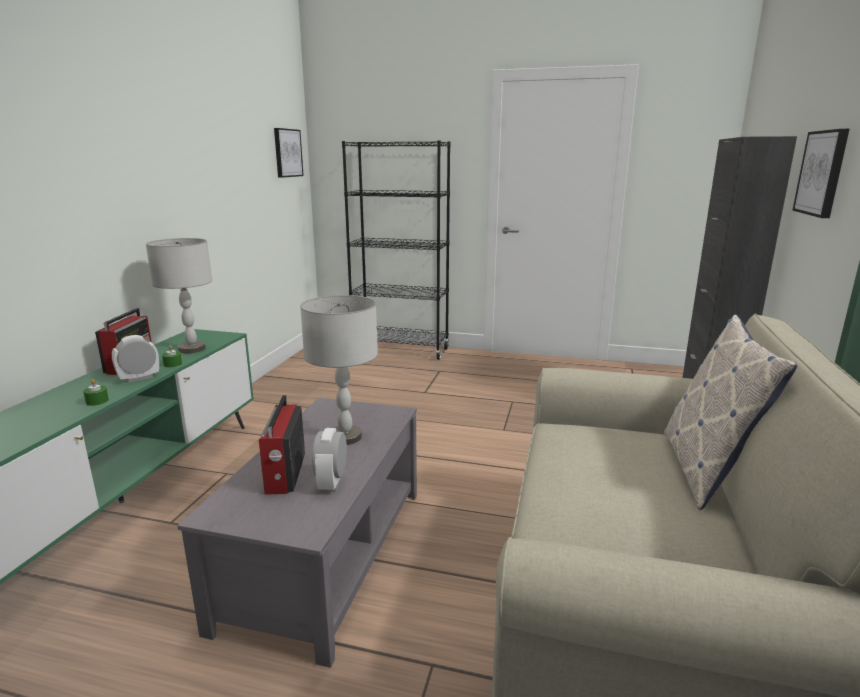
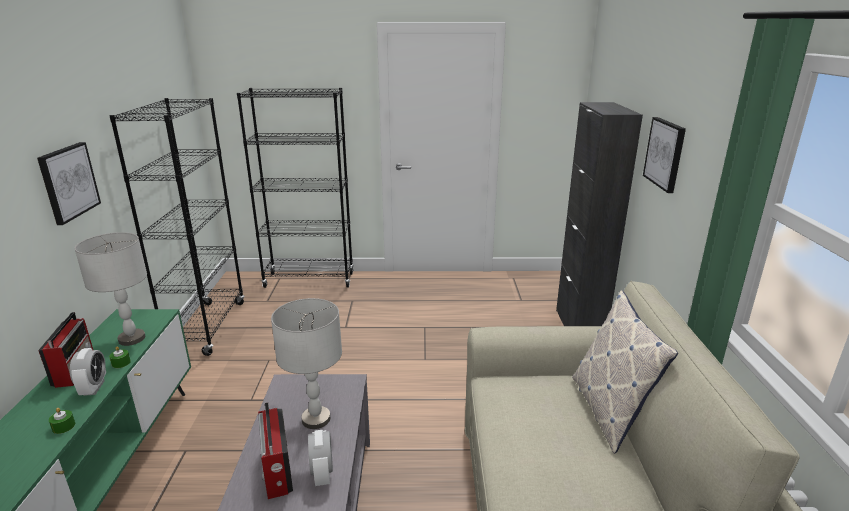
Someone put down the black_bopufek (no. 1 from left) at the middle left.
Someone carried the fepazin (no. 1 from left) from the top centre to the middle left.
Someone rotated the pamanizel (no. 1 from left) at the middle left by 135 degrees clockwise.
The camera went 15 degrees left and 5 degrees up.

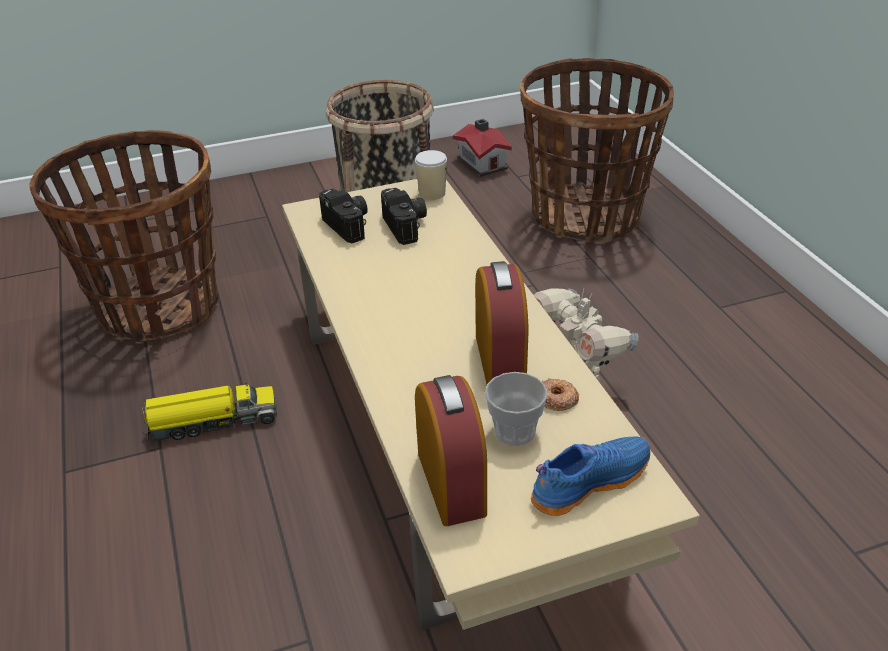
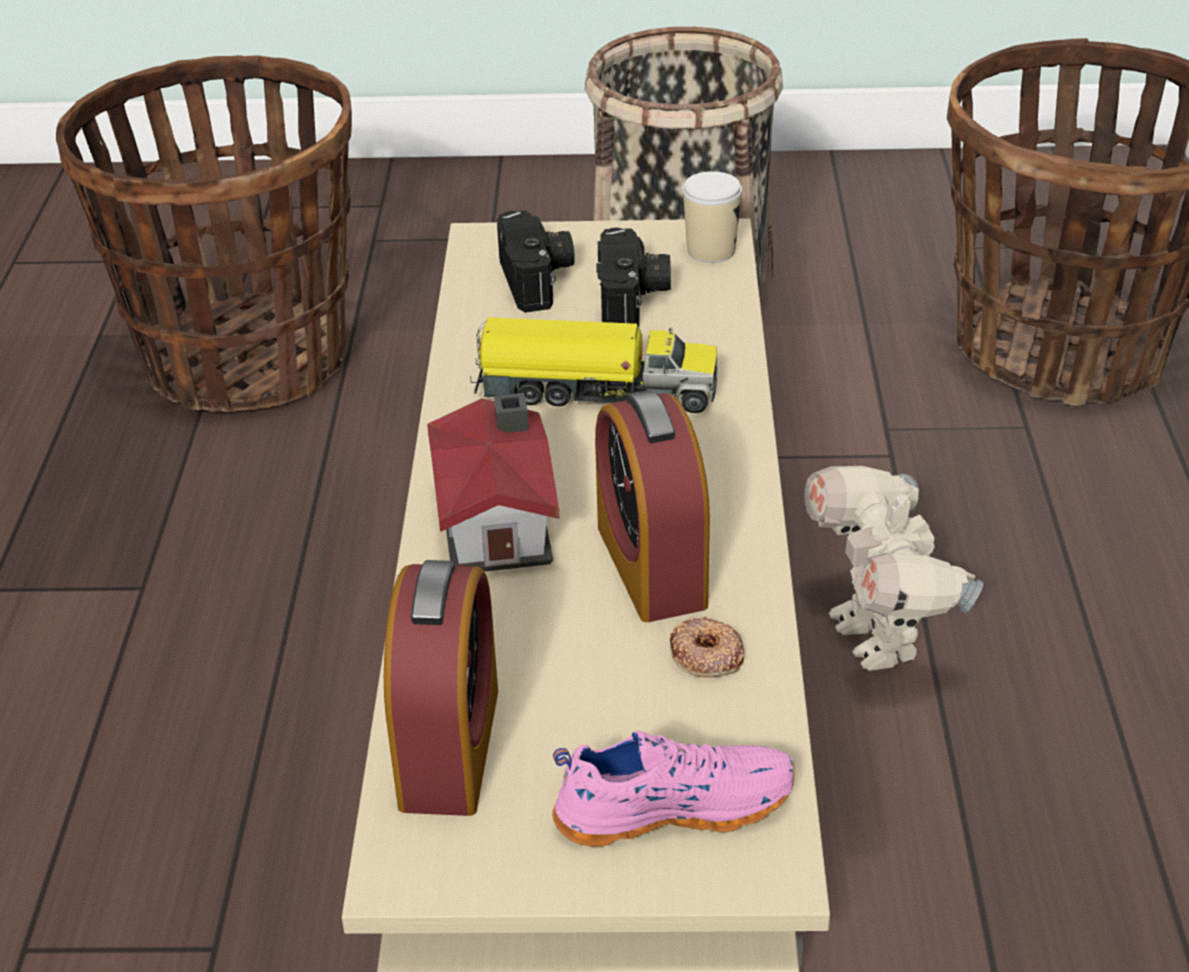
Someone took away the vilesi (no. 2 from left) at the centre.
Someone carried the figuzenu from the middle left to the centre.
Someone carried the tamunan from the top centre to the centre.
Someone repainted the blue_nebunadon at the bottom centre, which became the pink_nebunadon at the bottom centre.
Someone rotated the pamanizel (no. 2 from left) at the centre by 150 degrees clockwise.
The camera went 20 degrees right and 0 degrees up.

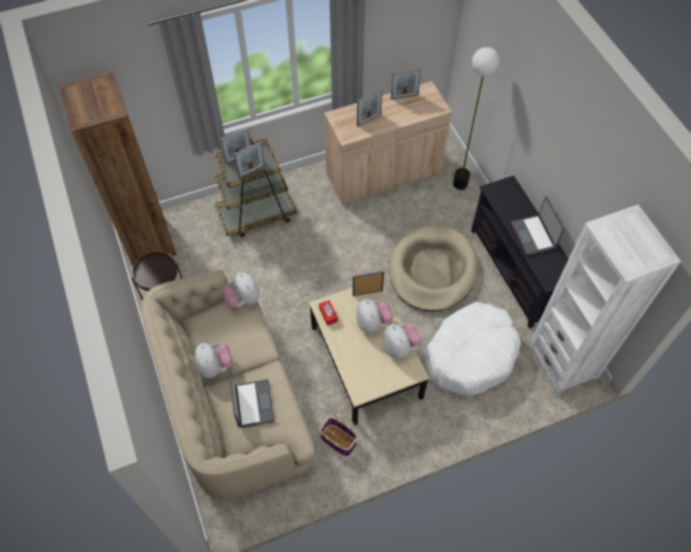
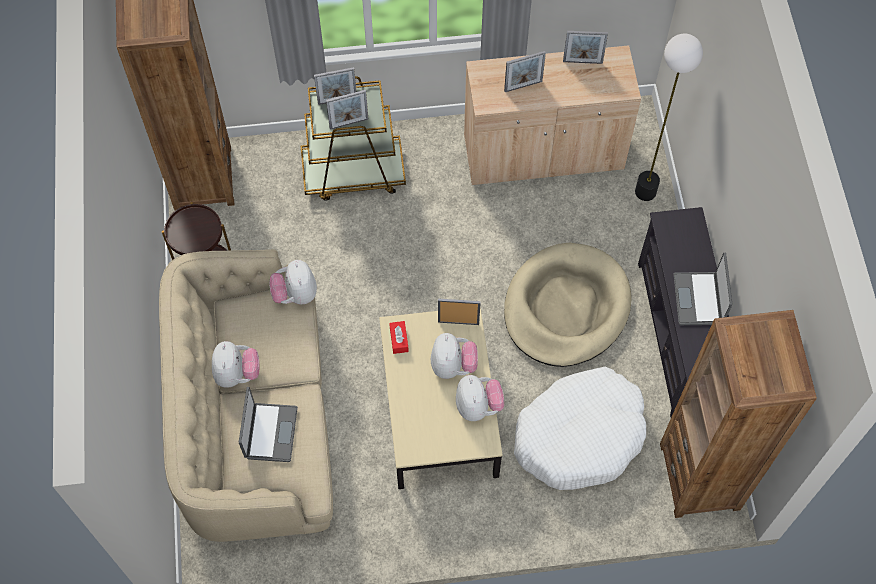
Someone took away the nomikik at the bottom centre.
Someone repainted the white_bopufek at the middle right, which became the brown_bopufek (no. 2 from left) at the bottom right.
The camera went 15 degrees right and 5 degrees up.

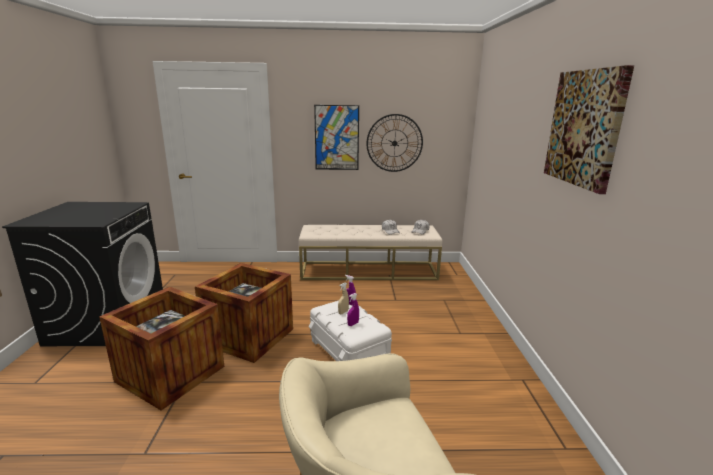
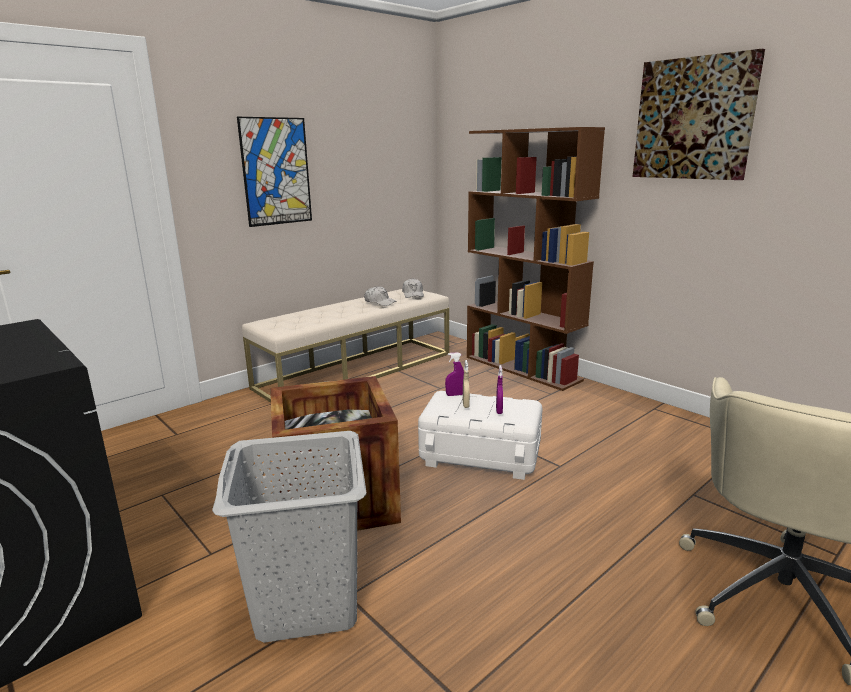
Someone took away the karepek at the top centre.
Someone put down the brown_bopufek at the centre.
Someone swapped the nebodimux (no. 1 from left) at the bottom left for the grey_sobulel at the bottom centre.
The camera went 40 degrees left and 0 degrees up.

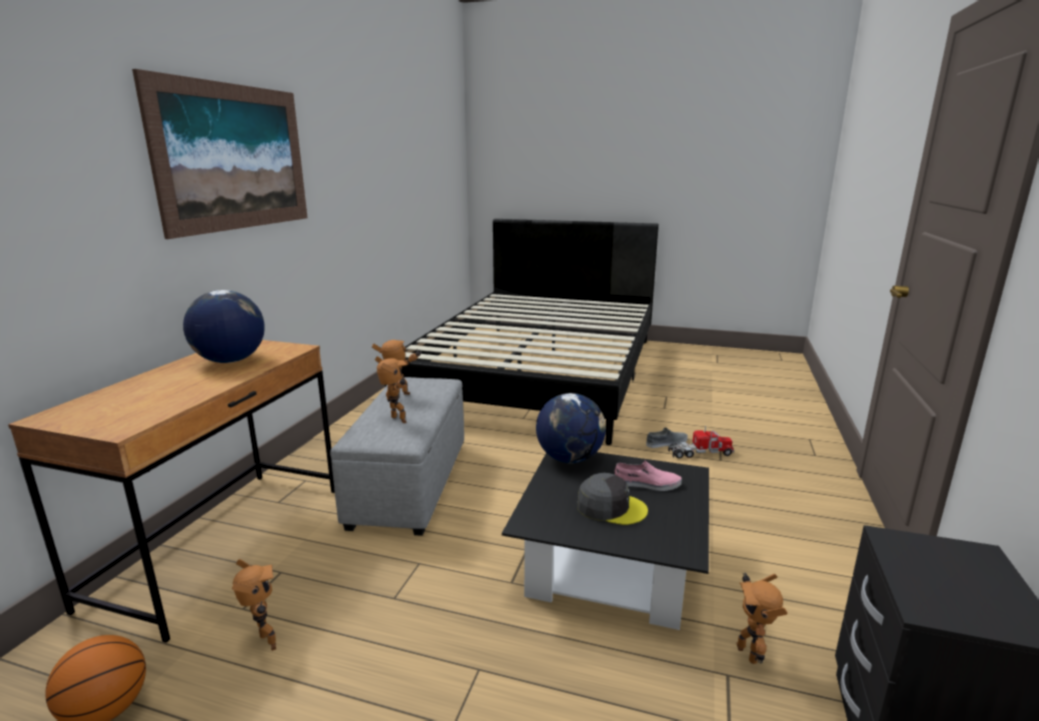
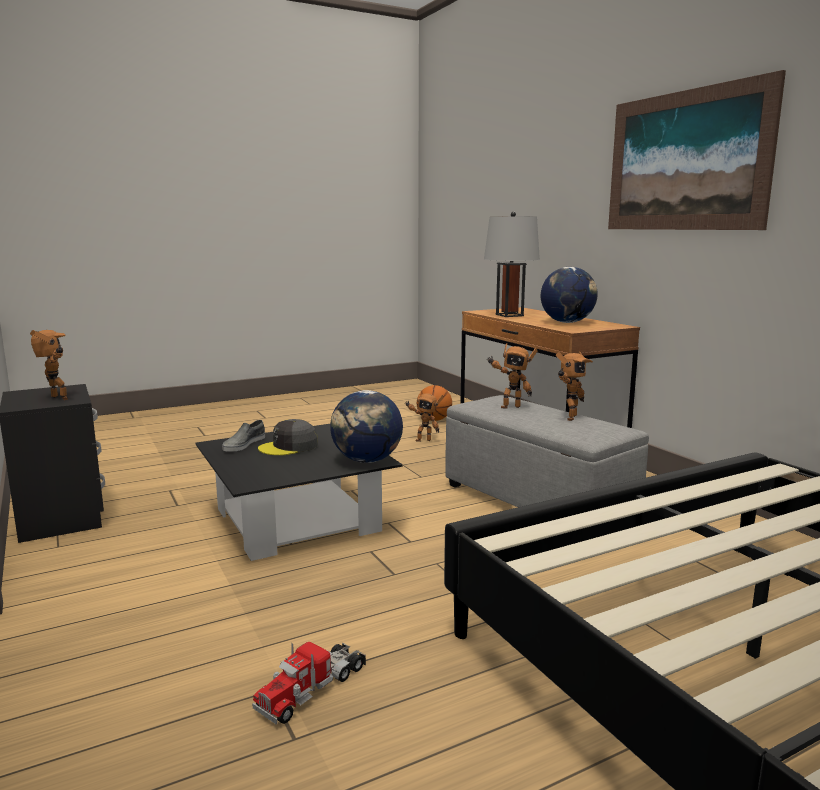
Someone took away the pink_nebunadon at the centre.
Someone put down the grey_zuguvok at the centre.
Someone carried the grey_nebunadon from the centre to the middle left.
Someone carried the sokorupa (no. 4 from left in the first image) from the bottom right to the middle left.
The camera went 135 degrees right and 5 degrees down.

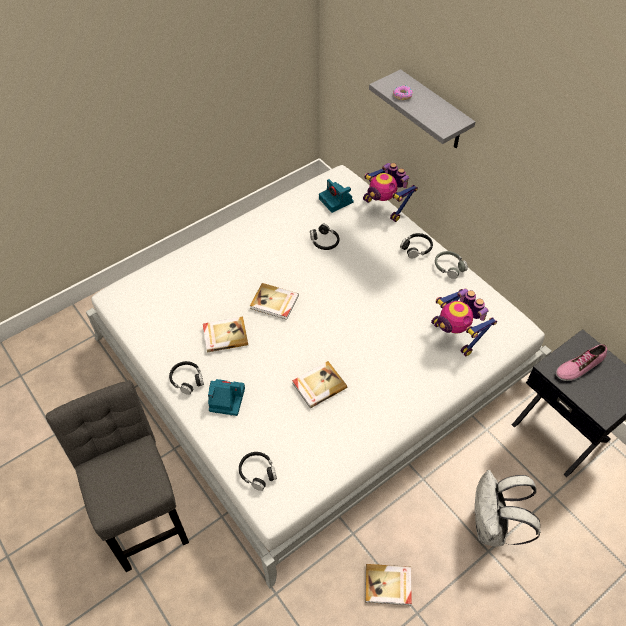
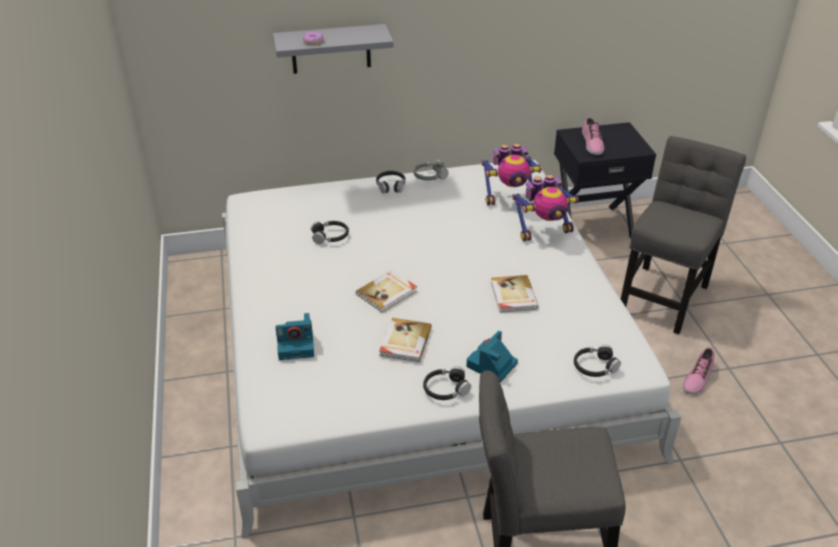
Someone carried the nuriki (no. 2 from left in the first image) from the top centre to the centre.
Someone carried the sokorupa (no. 1 from left in the first image) from the top centre to the centre.
Someone swapped the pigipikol (no. 4 from left) at the bottom centre for the nebunadon (no. 2 from left) at the bottom right.
Someone swapped the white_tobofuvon at the bottom right for the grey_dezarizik (no. 2 from left) at the middle right.
The camera went 65 degrees left and 15 degrees down.

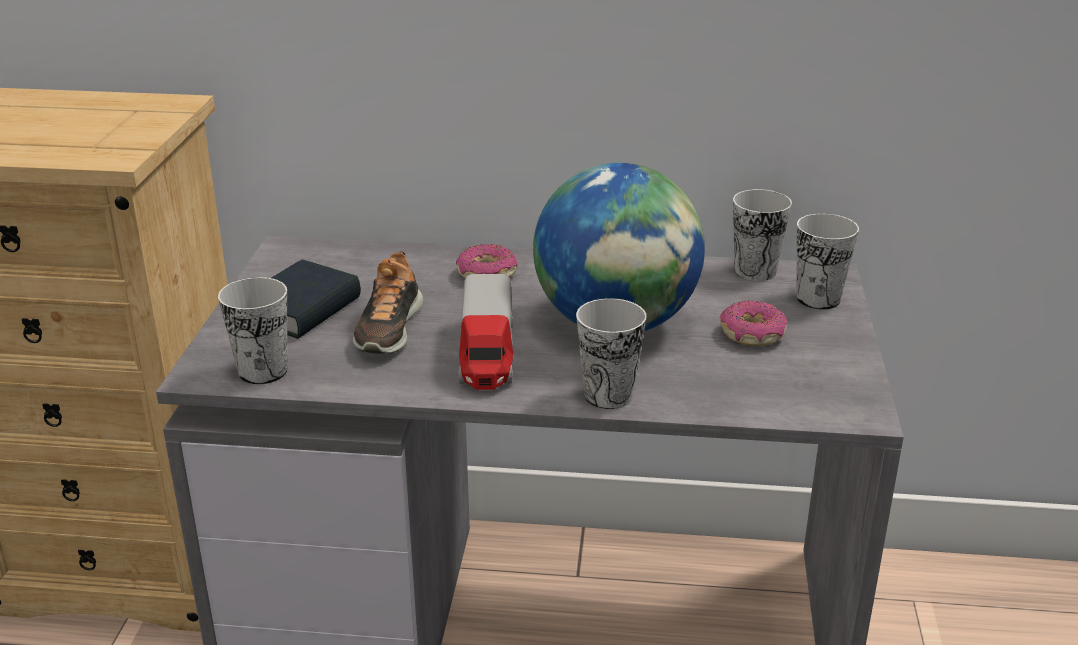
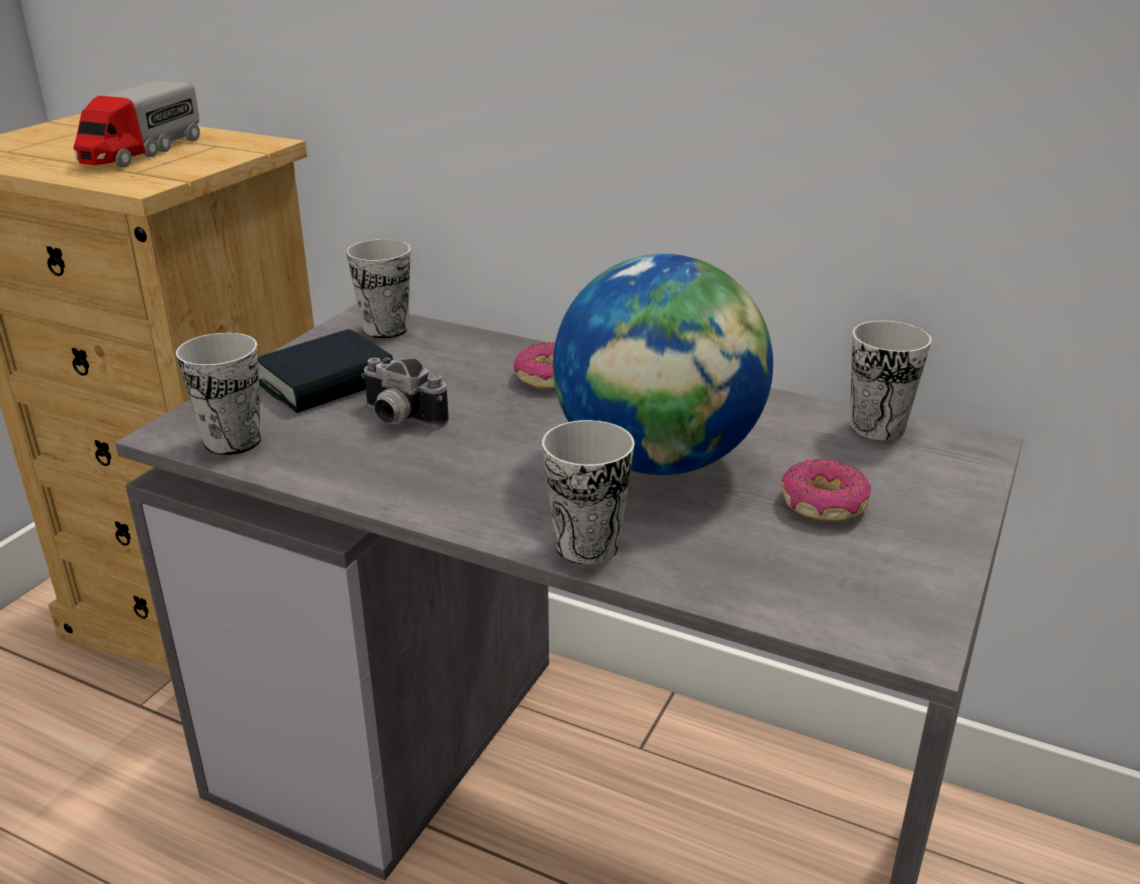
Someone carried the figuzenu from the centre to the top left.
Someone carried the vilesi (no. 4 from left in the first image) from the middle right to the top left.
Someone swapped the nebunadon at the centre for the nuriki at the centre.
The camera went 20 degrees right and 0 degrees up.

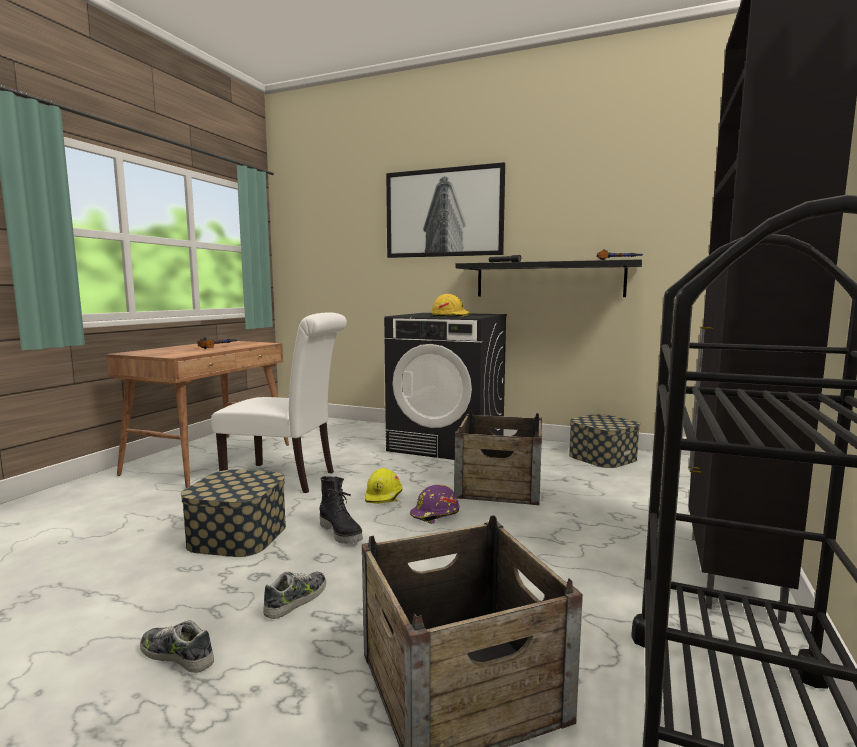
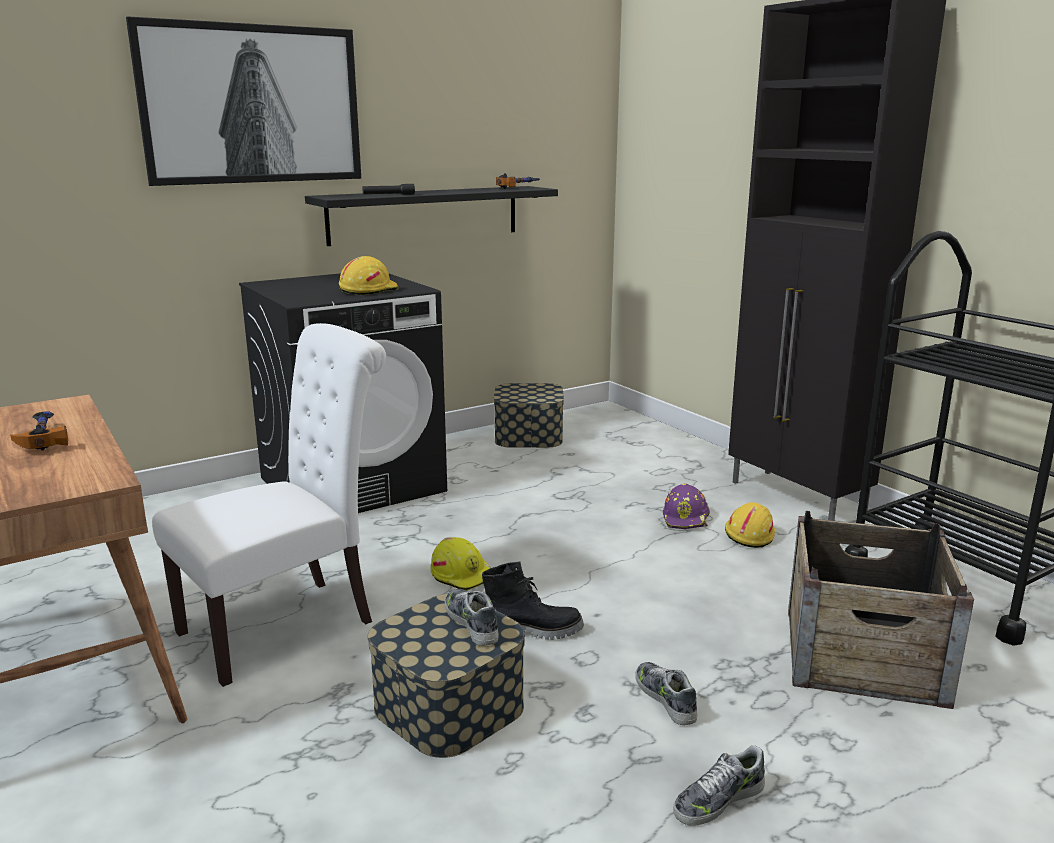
Someone took away the nebodimux (no. 2 from left) at the centre.
Someone put down the nebunadon (no. 1 from left) at the bottom centre.
Someone put down the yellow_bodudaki (no. 3 from left) at the middle right.
Someone carried the purple_bodudaki from the bottom centre to the centre.
The camera went 55 degrees left and 10 degrees up.

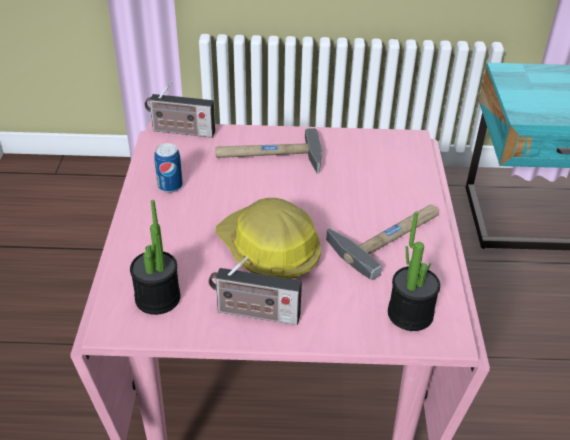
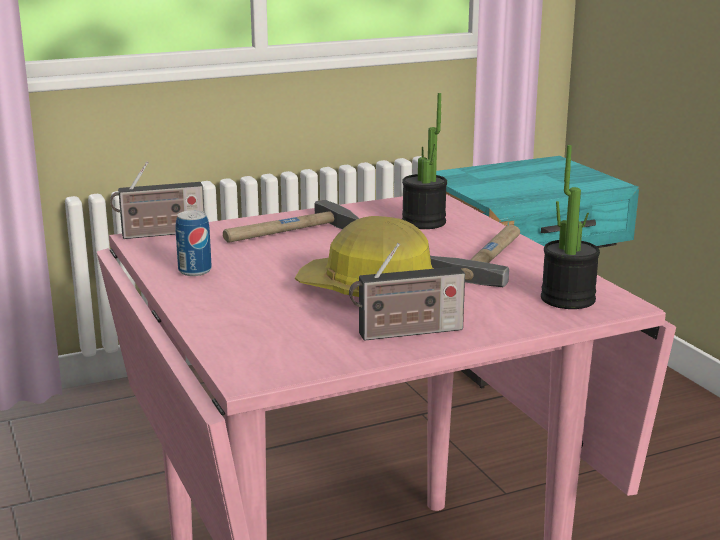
Someone carried the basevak (no. 1 from left) from the middle left to the top centre.
The camera went 25 degrees left and 20 degrees down.

